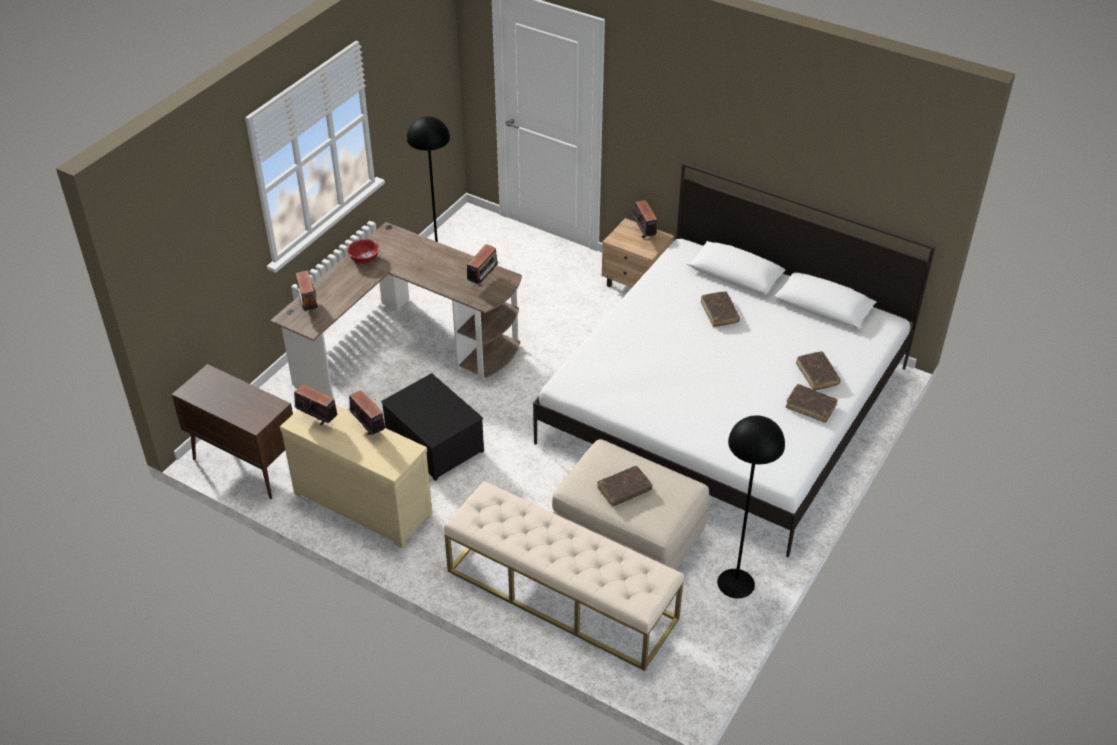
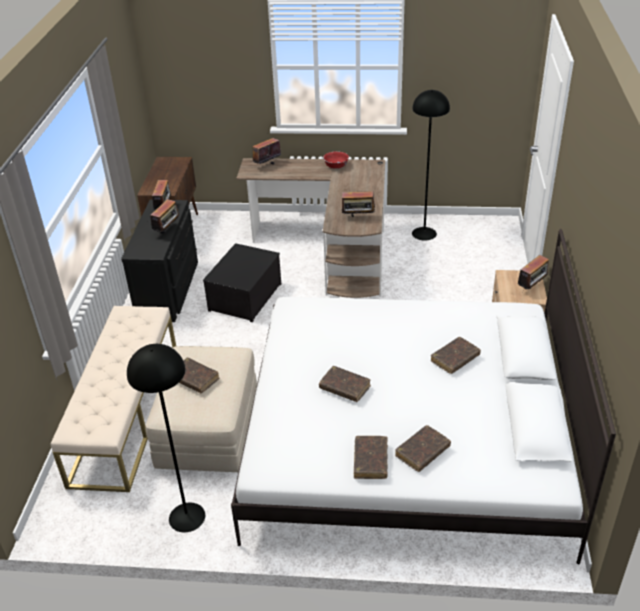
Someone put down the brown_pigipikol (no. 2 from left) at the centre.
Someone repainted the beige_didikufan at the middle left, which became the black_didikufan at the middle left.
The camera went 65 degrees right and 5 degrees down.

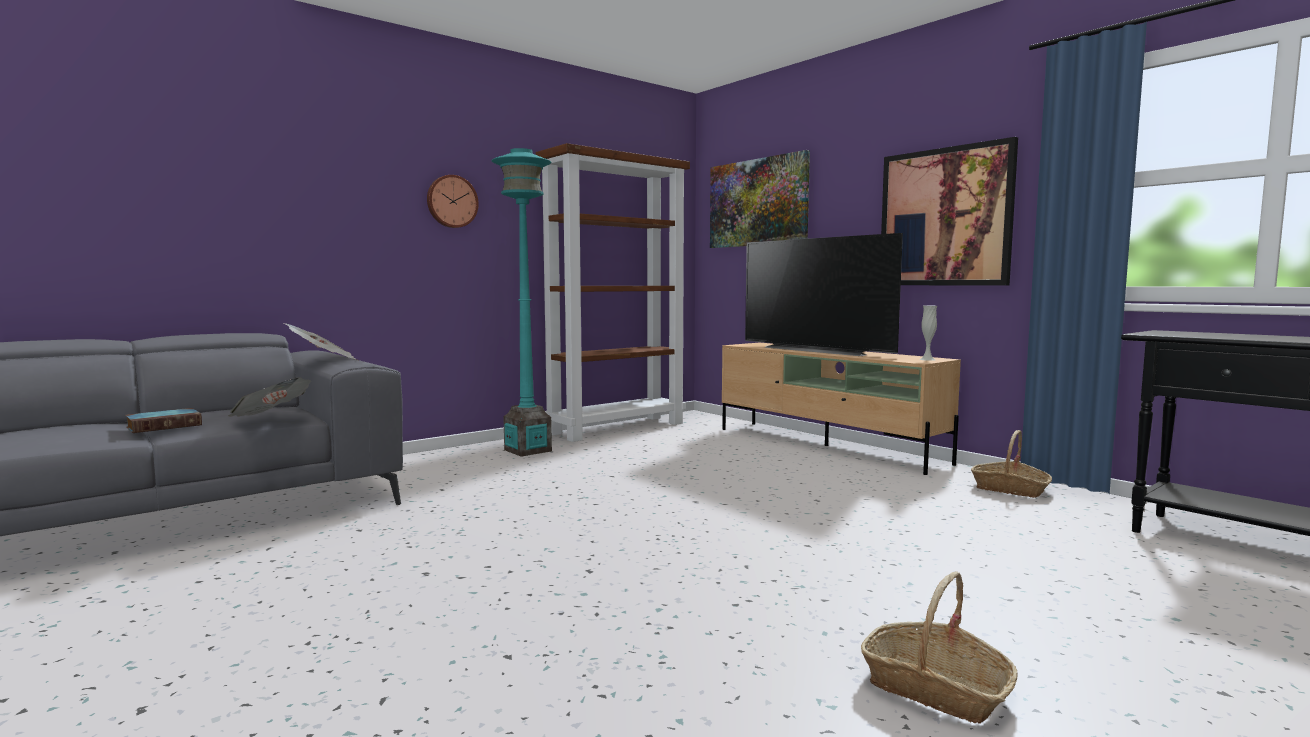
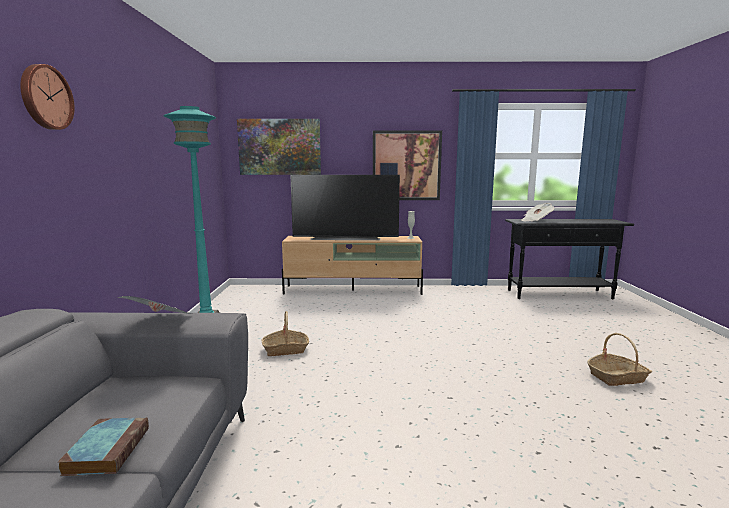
Someone took away the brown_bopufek at the centre.
Someone carried the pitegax (no. 1 from left in the first image) from the middle left to the middle right.
Someone carried the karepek from the top centre to the top left.
Someone carried the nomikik (no. 2 from left in the first image) from the middle right to the centre.
The camera went 50 degrees left and 5 degrees up.

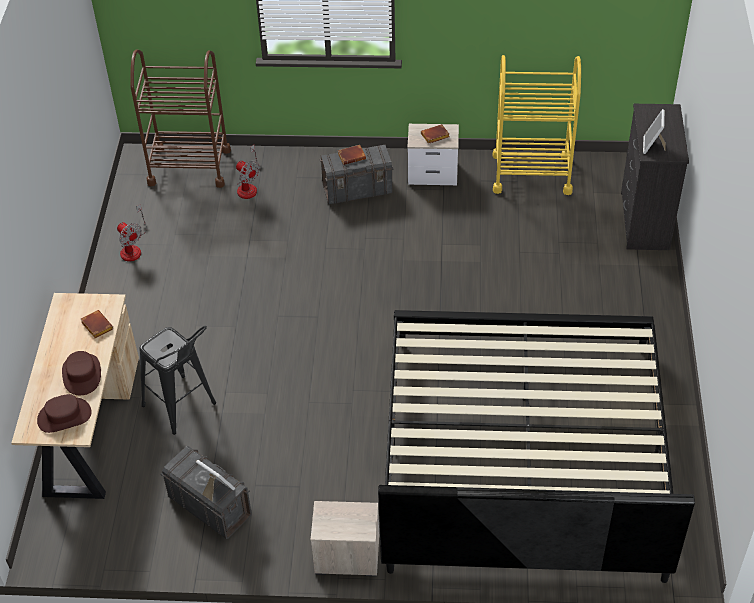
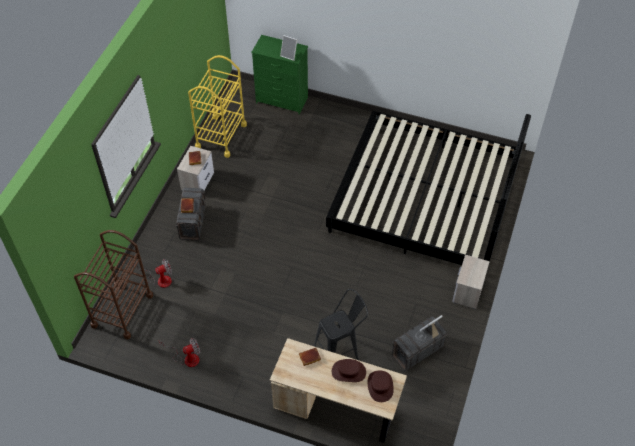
Someone repainted the black_didikufan at the top right, which became the green_didikufan at the top centre.
The camera went 75 degrees left and 5 degrees up.

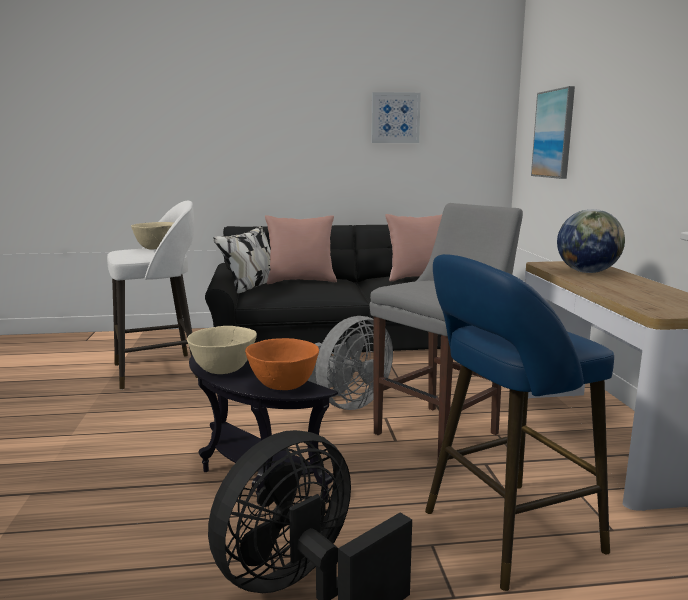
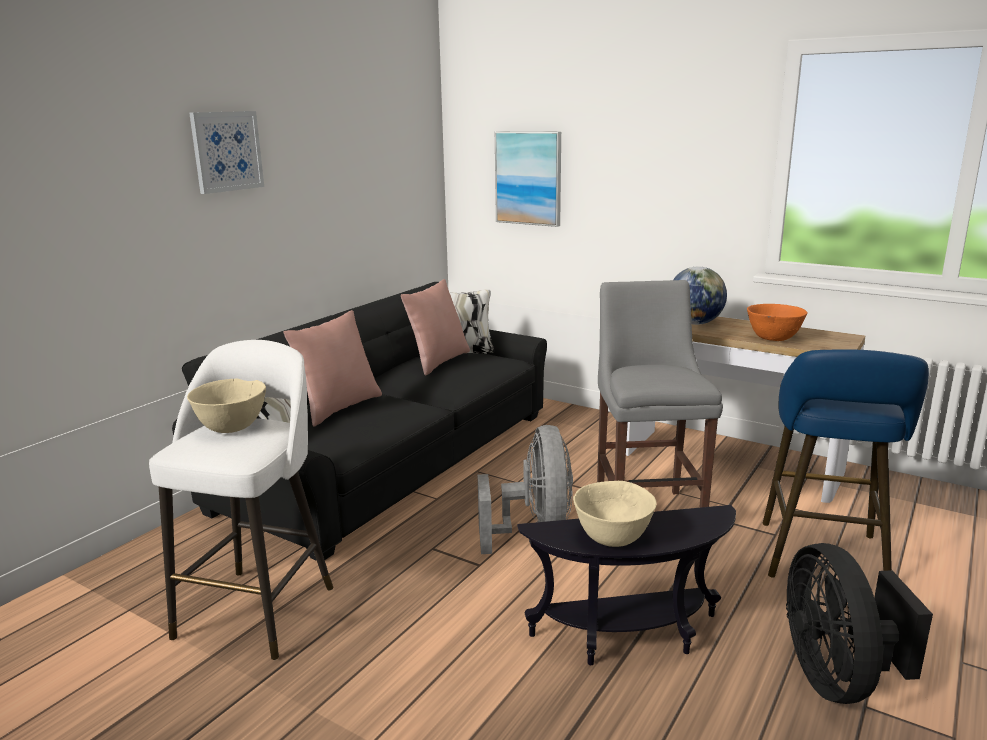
Someone carried the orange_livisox from the centre to the middle right.
Someone carried the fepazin (no. 1 from left) from the top centre to the top left.
The camera went 50 degrees left and 5 degrees up.

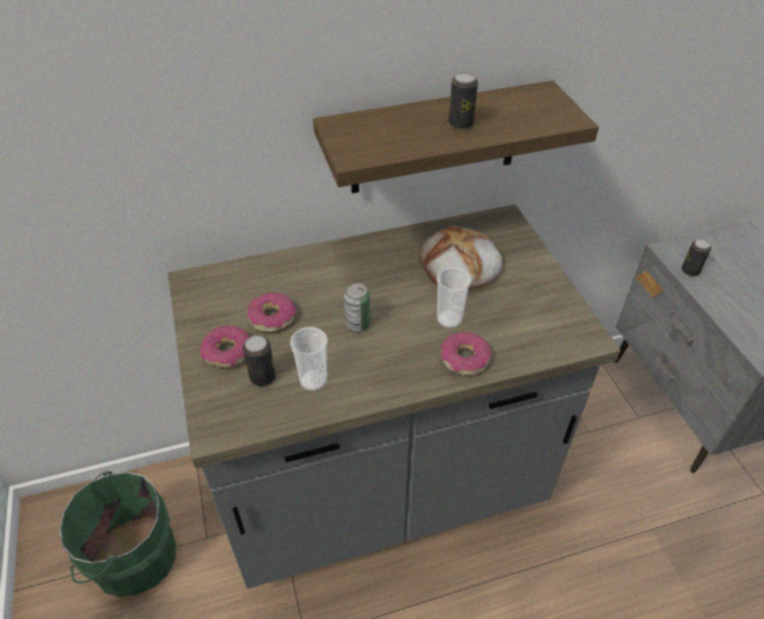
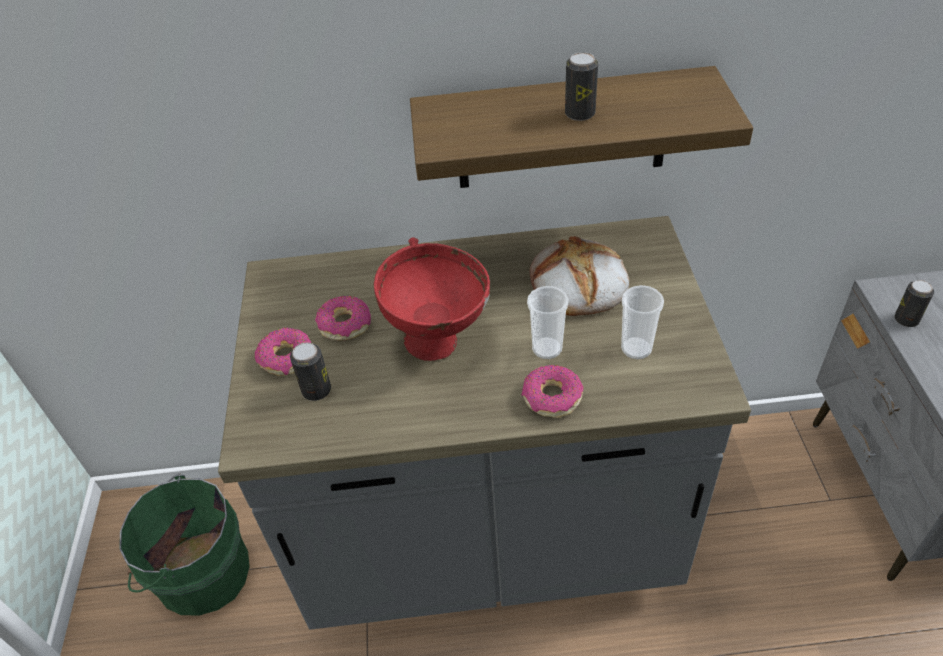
Someone carried the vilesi (no. 1 from left in the first image) from the centre to the middle right.
Someone swapped the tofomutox (no. 2 from left) at the centre for the red_livisox at the centre.
The camera went 15 degrees right and 0 degrees up.

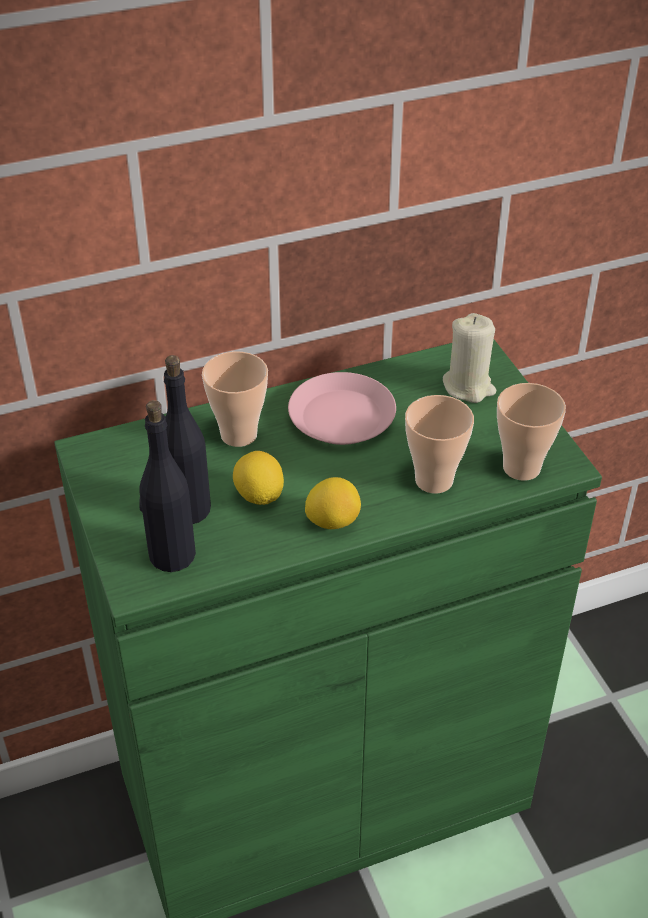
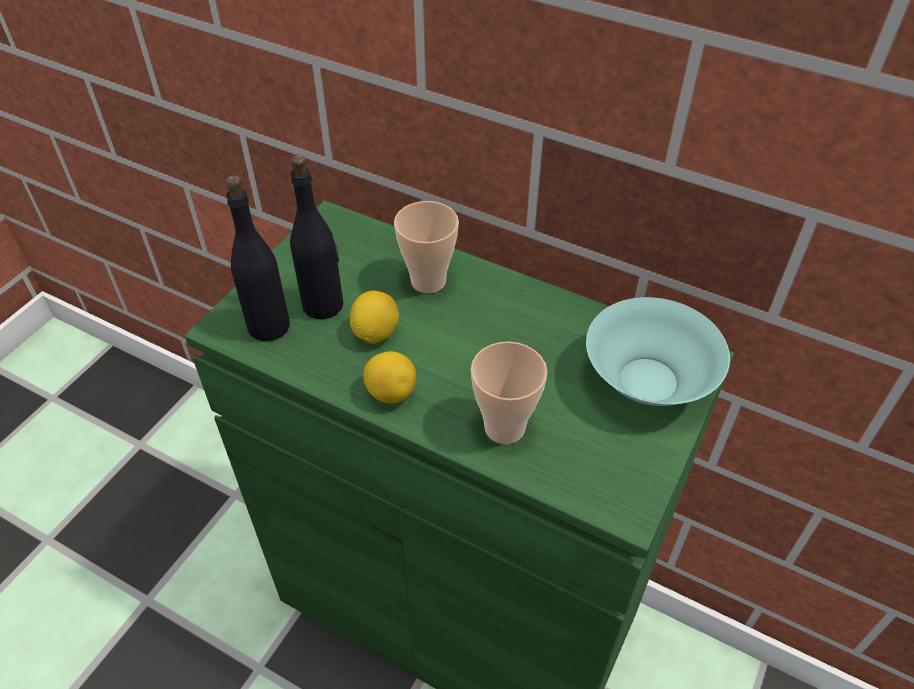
Someone took away the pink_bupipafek at the centre.
Someone took away the vilesi (no. 3 from left) at the middle right.
Someone swapped the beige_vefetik at the middle right for the turquoise_livisox at the middle right.
The camera went 50 degrees right and 5 degrees up.

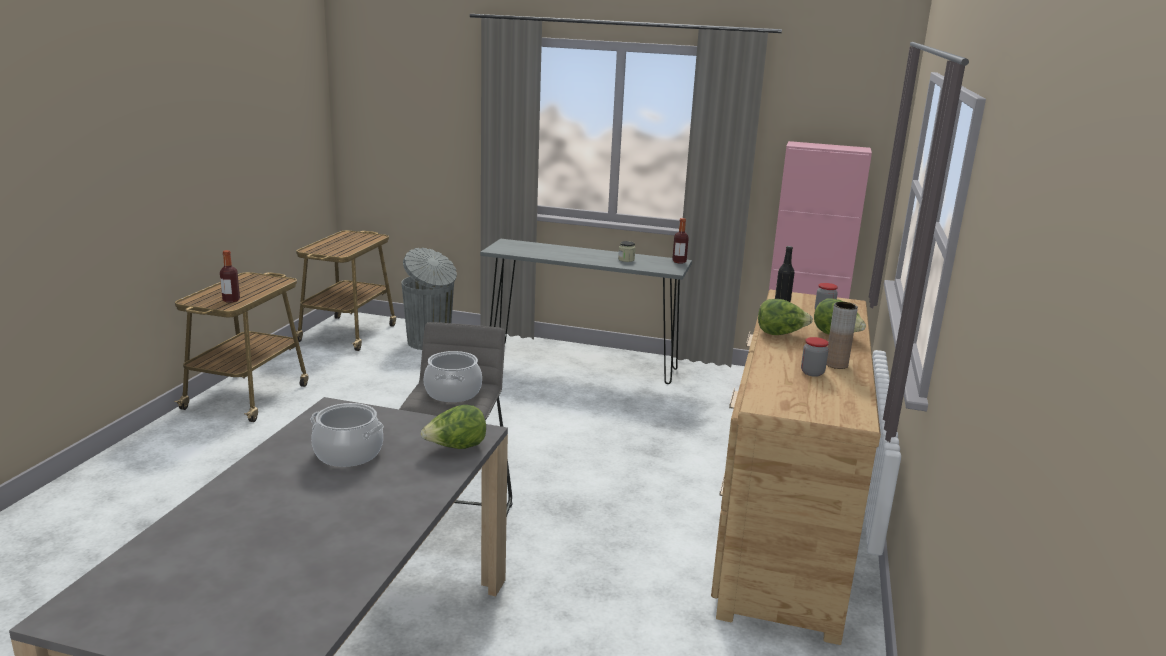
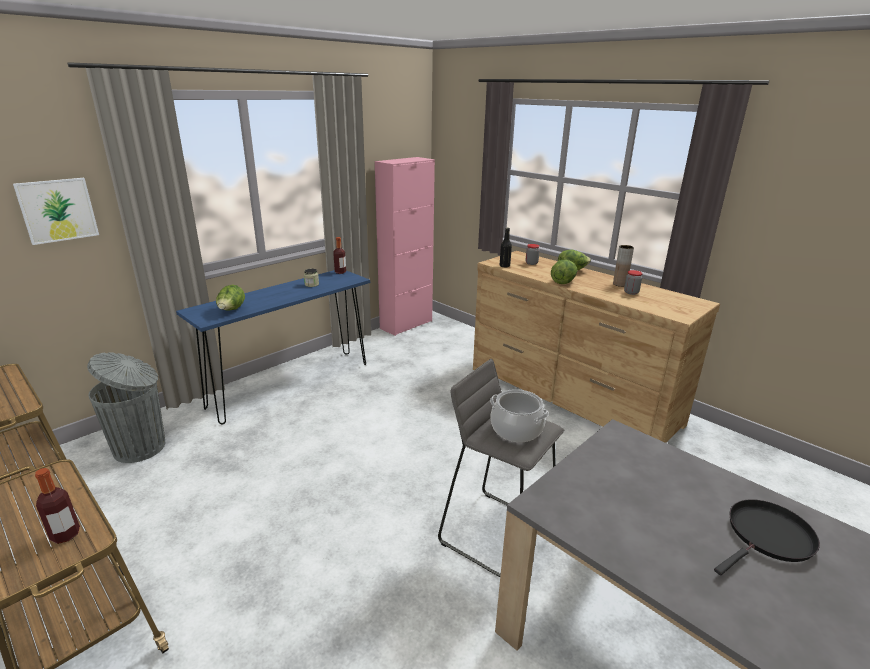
Someone took away the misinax (no. 1 from left) at the middle left.
Someone put up the fepazin at the top left.
Someone put down the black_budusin at the bottom right.
Someone carried the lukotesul (no. 1 from left) from the centre to the middle left.
Someone repainted the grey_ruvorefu at the centre, which became the blue_ruvorefu at the middle left.
The camera went 60 degrees left and 5 degrees up.

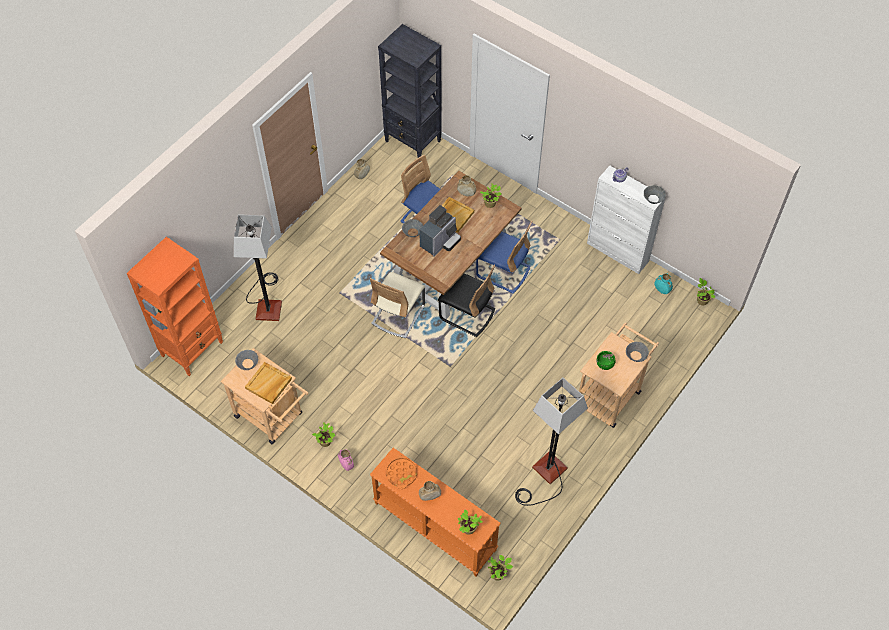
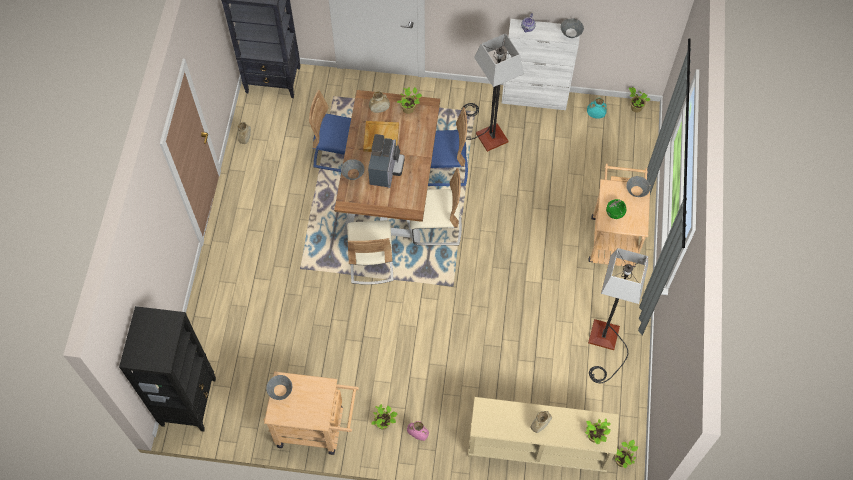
Someone took away the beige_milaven (no. 1 from left) at the middle left.
Someone took away the orange_milaven at the bottom centre.
Someone carried the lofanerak (no. 1 from left) from the middle left to the top centre.
Someone repainted the orange_bopufek at the middle left, which became the black_bopufek (no. 1 from left) at the bottom left.
Someone repainted the orange_ruvorefu at the bottom centre, which became the beige_ruvorefu at the bottom centre.
Someone repainted the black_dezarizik at the centre, which became the beige_dezarizik (no. 2 from left) at the centre.
The camera went 30 degrees left and 5 degrees up.

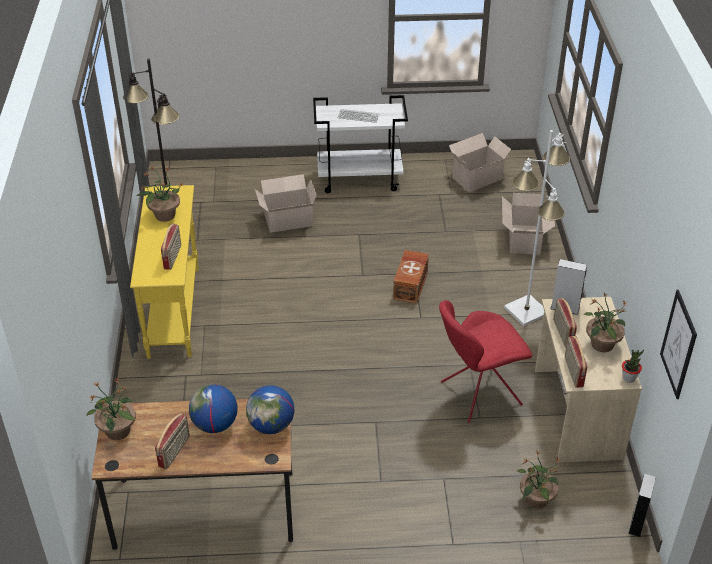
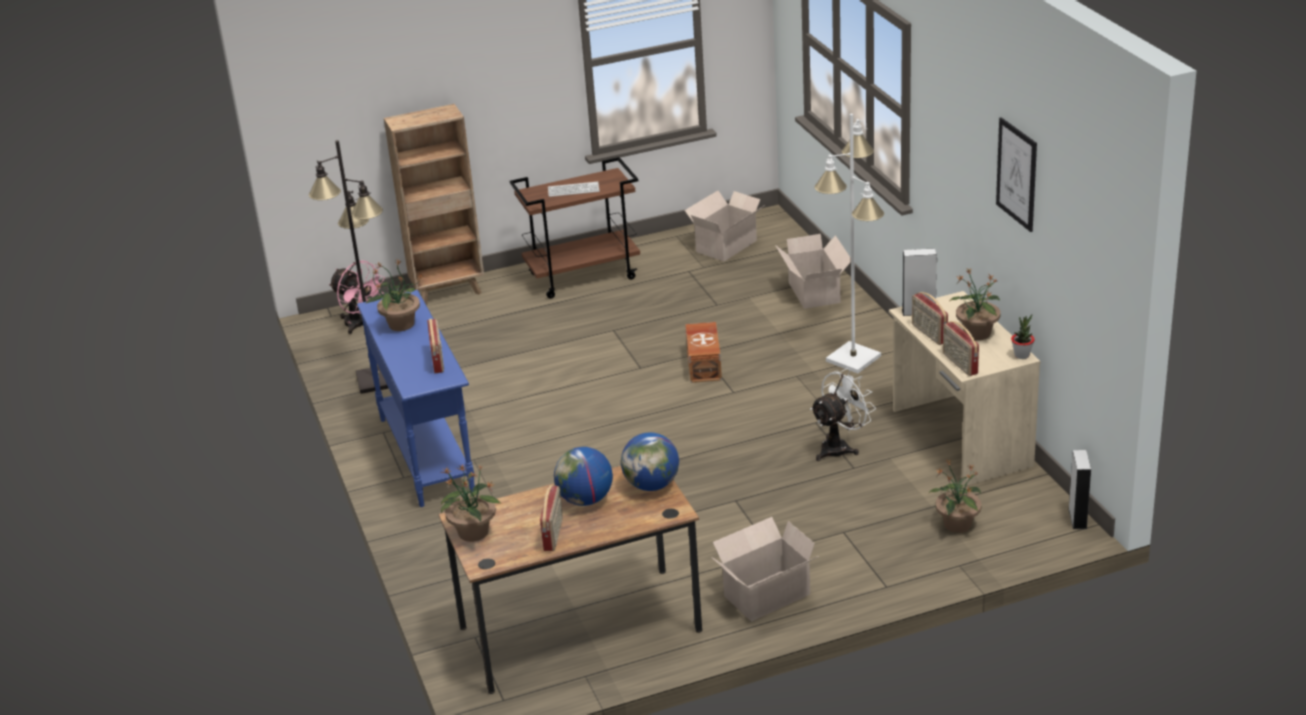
Someone put down the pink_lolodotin at the middle left.
Someone put down the brown_bopufek at the top left.
Someone carried the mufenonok (no. 1 from left in the first image) from the centre to the bottom centre.
Someone carried the fepazin from the middle right to the top right.
Someone swapped the red_dezarizik at the middle right for the white_lolodotin at the centre.
Someone repainted the yellow_ruvorefu at the middle left, which became the blue_ruvorefu at the middle left.
Someone repainted the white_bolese at the top centre, which became the brown_bolese at the top centre.
The camera went 15 degrees left and 10 degrees down.

